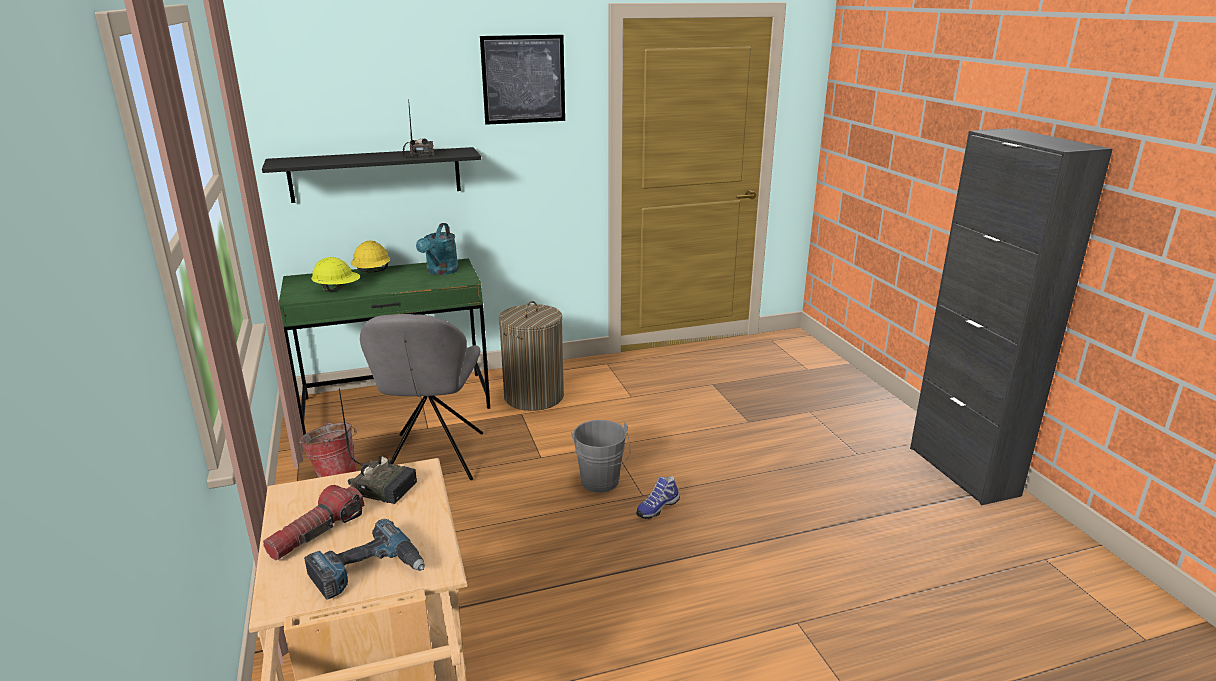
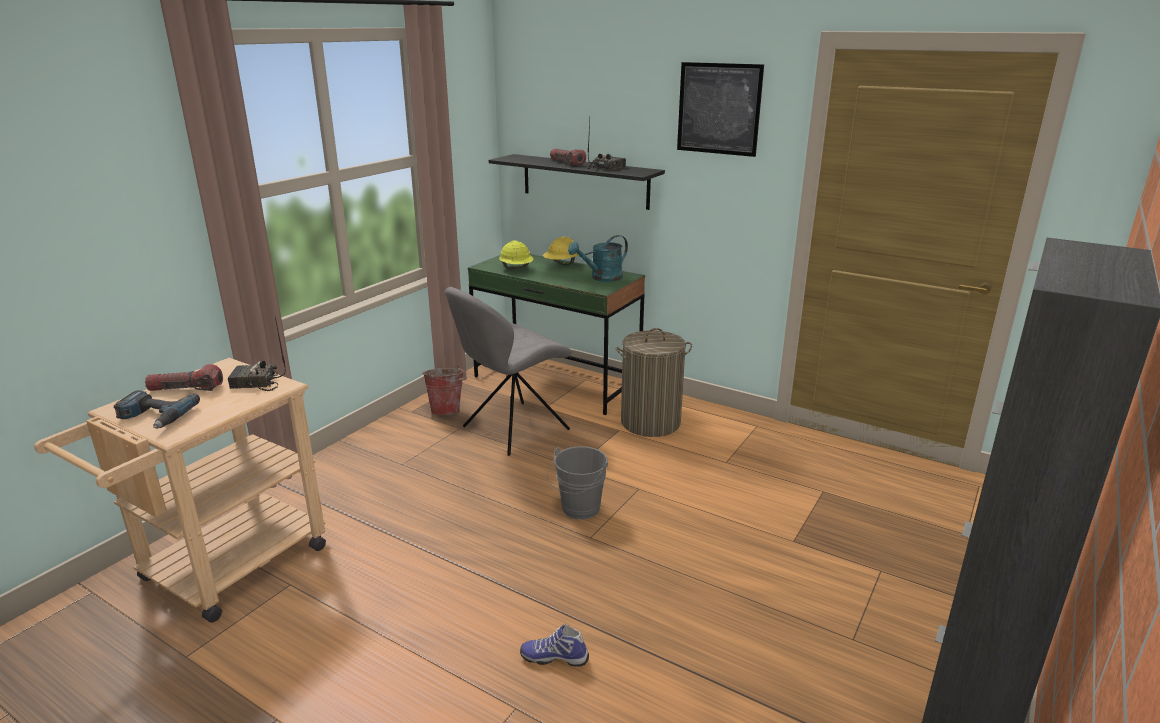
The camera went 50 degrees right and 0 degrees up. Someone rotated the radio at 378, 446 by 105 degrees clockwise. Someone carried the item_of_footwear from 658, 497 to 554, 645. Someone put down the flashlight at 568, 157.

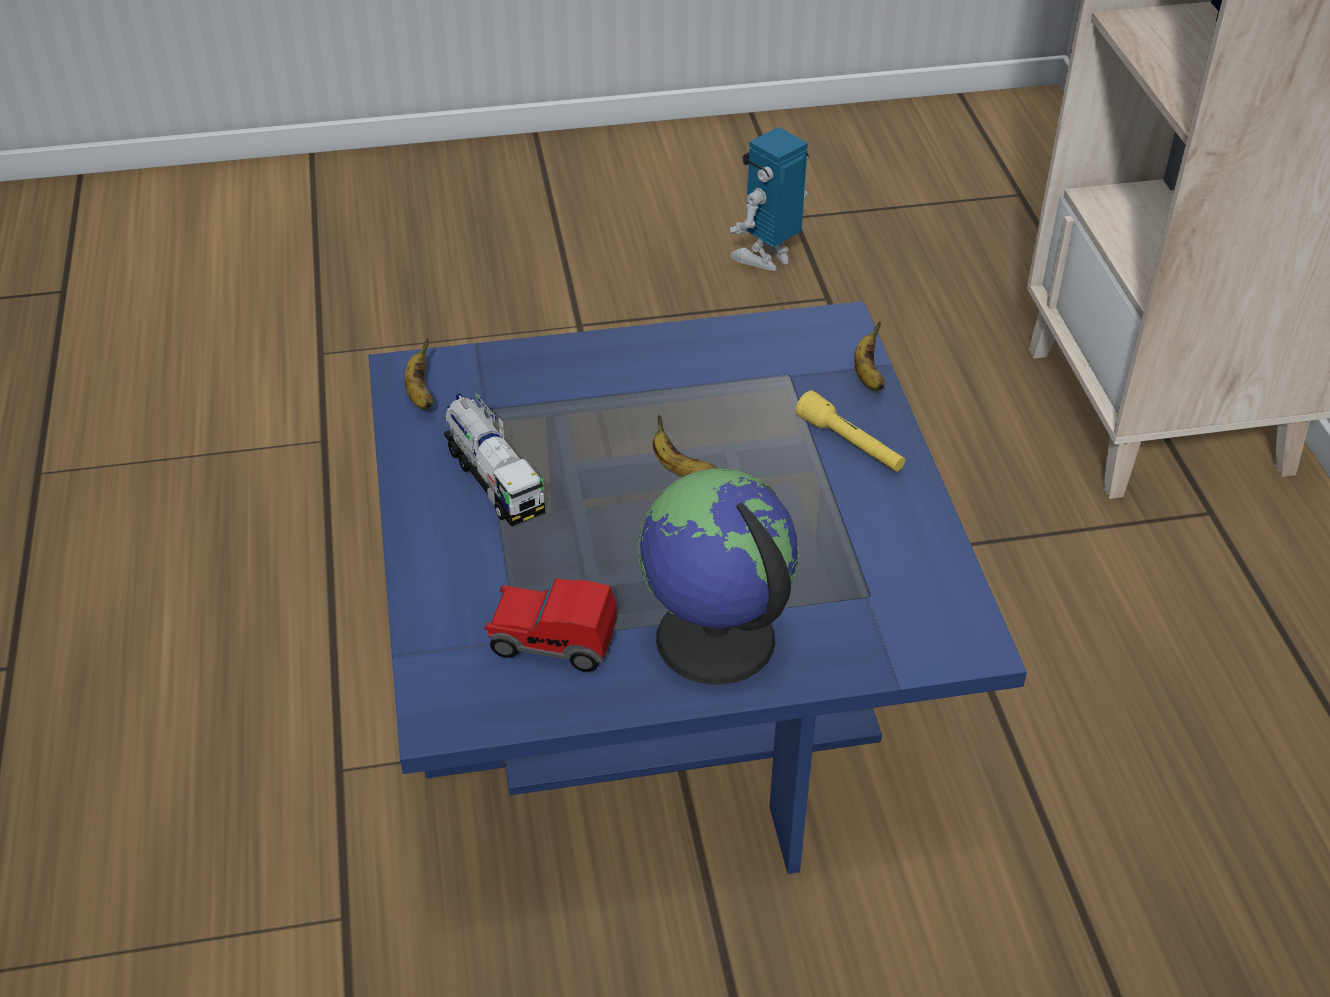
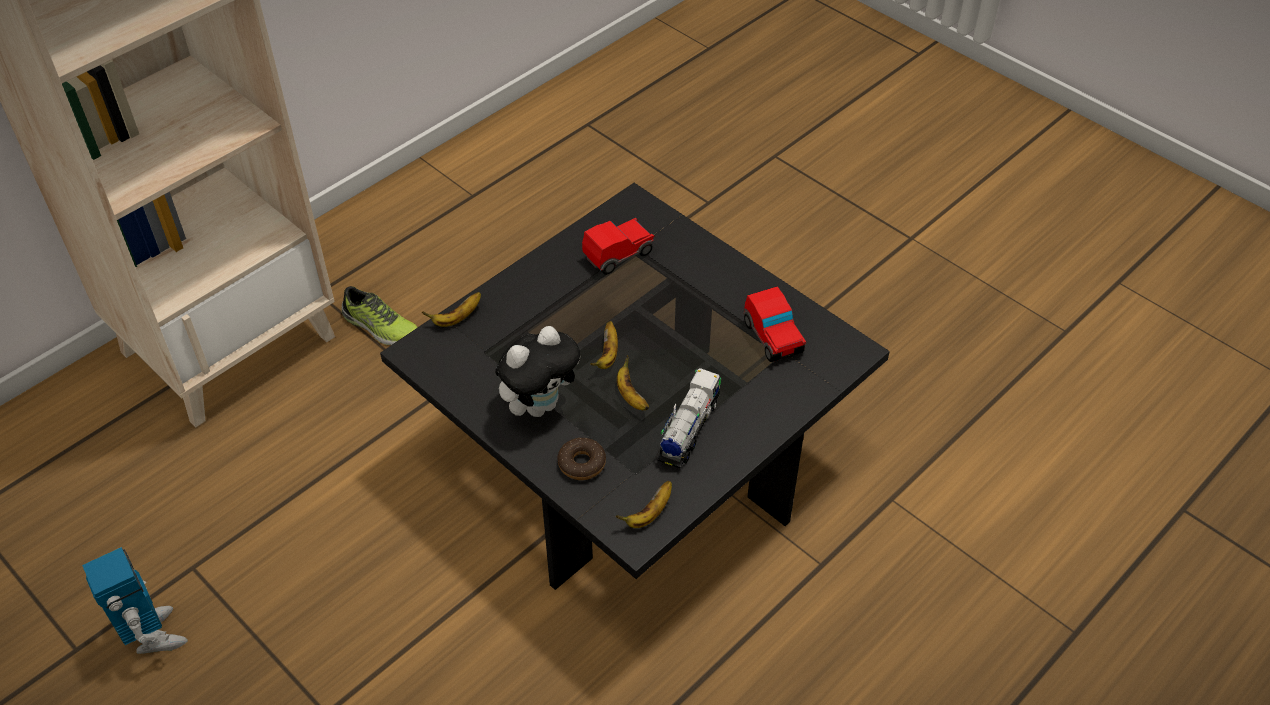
The camera went 125 degrees left and 5 degrees up. Someone rotated the model_robot at 769, 199 by 135 degrees counterclockwise. Someone repainted the bluish_lounge_table at 697, 587, which became the black_lounge_table at 635, 386. Someone took away the yellow-coloured_flashlight at 850, 431. Someone took away the world_globe at 718, 576. Someone put down the miniature_car at 618, 246. Someone put down the item_of_footwear at 379, 315. Someone put down the soft_toy at 538, 371. Someone put down the whole_banana at 633, 382. Someone put down the ring_doughnut at 581, 459.

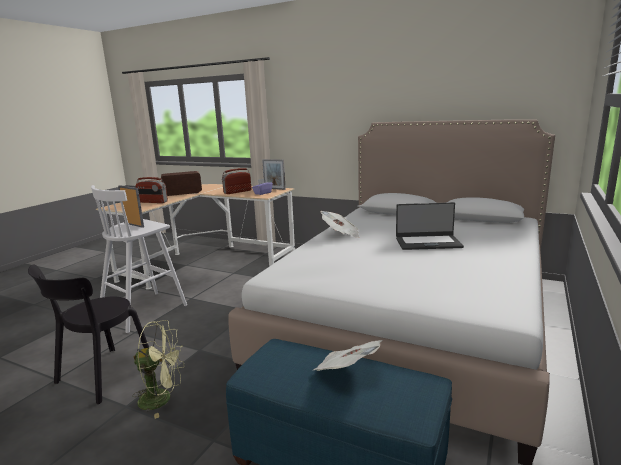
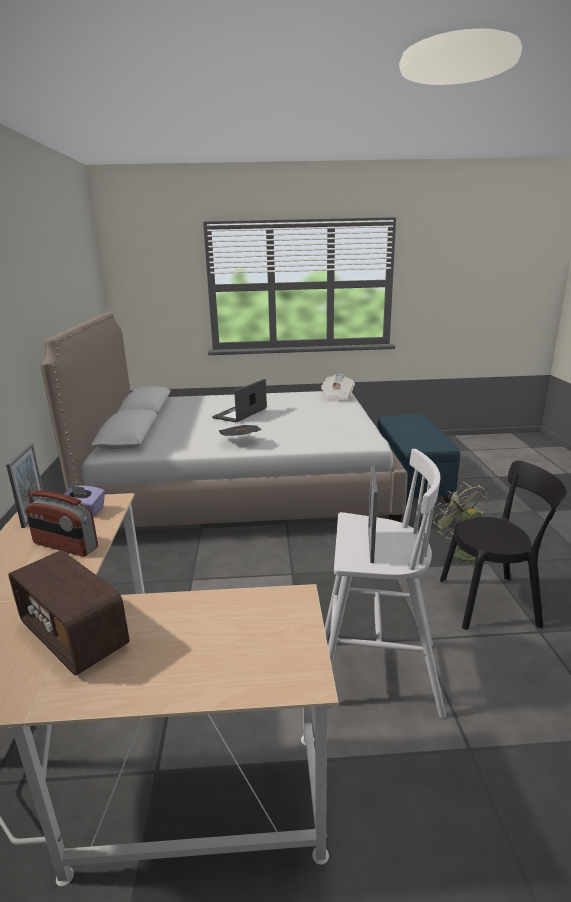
The camera went 120 degrees left and 5 degrees up. Someone took away the radio at 151, 190. Someone rotated the laptop at 430, 226 by 120 degrees counterclockwise. Someone carried the newspaper from 348, 355 to 338, 388.

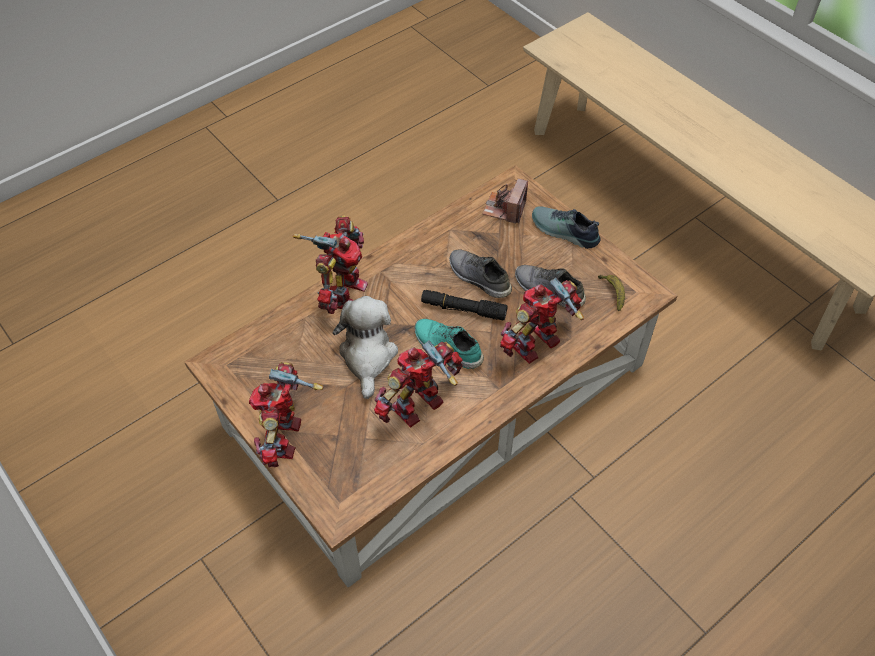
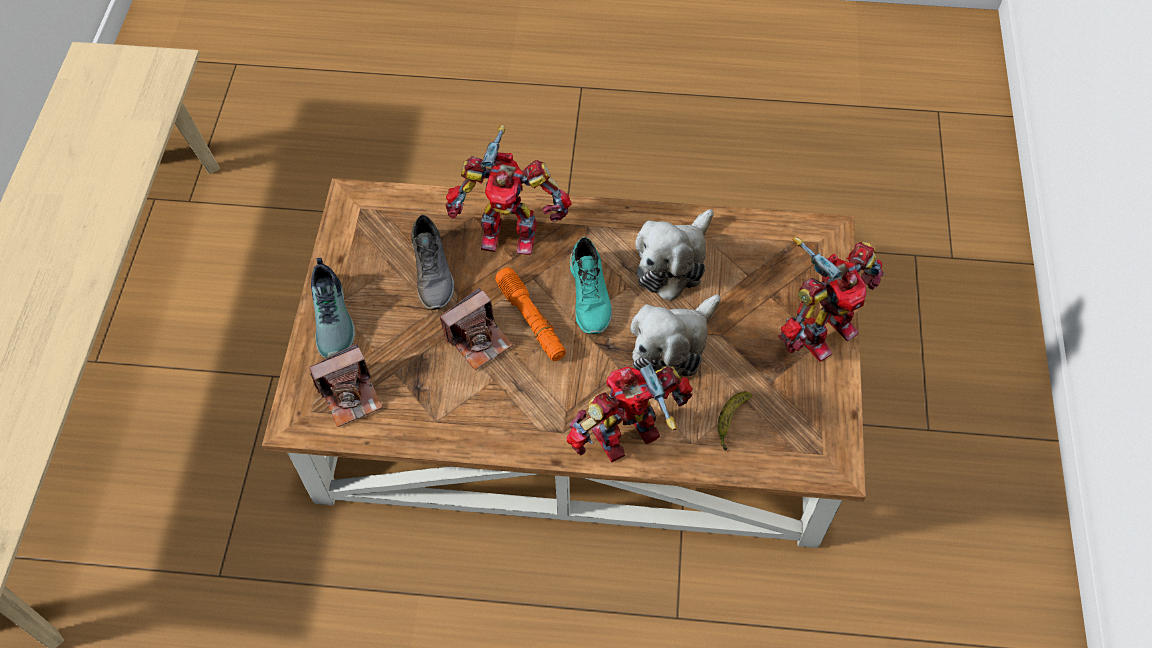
The camera went 135 degrees left and 5 degrees up. Someone swapped the grey_item_of_footwear at 480, 274 for the photo_camera at 476, 329. Someone carried the whole_banana from 611, 293 to 734, 421. Someone repainted the black_flashlight at 464, 305, which became the orange_flashlight at 530, 314. Someone swapped the model_robot at 418, 384 for the soft_toy at 674, 255.

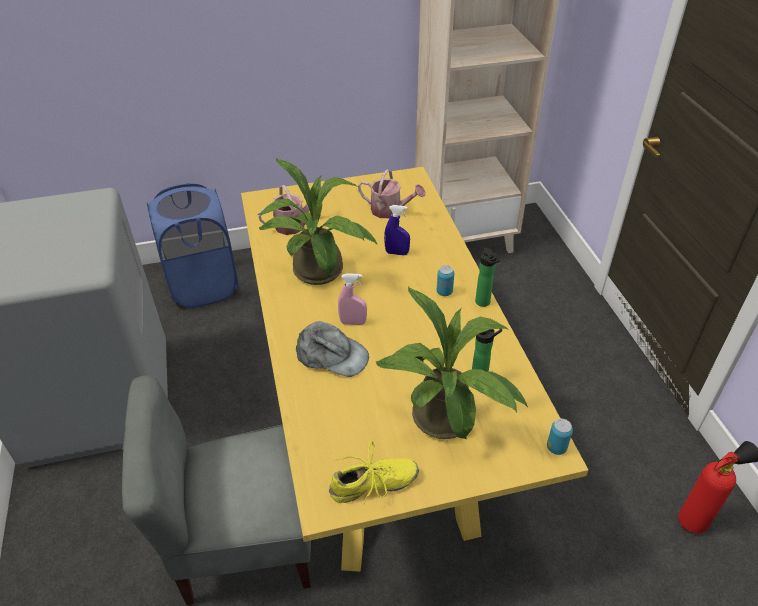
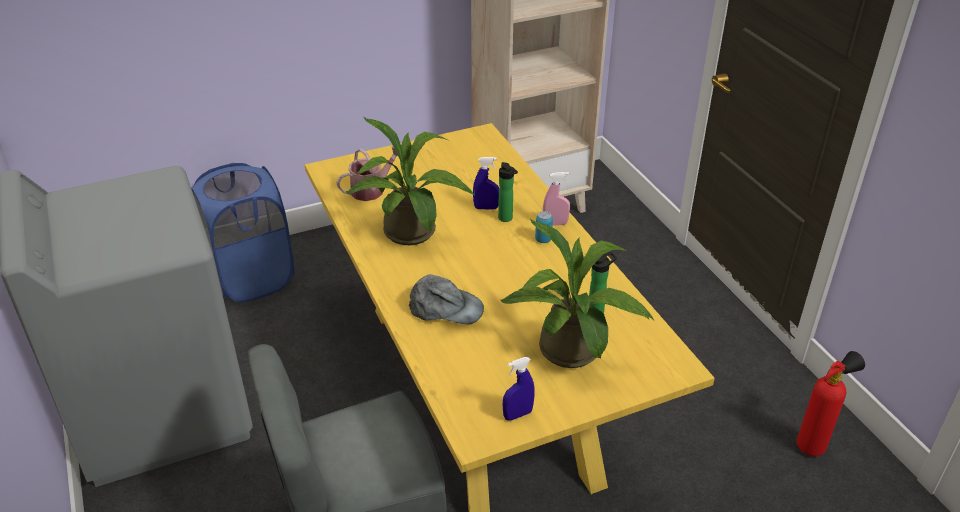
The camera went 10 degrees left and 5 degrees down. Someone took away the watering_can at 391, 193. Someone carried the beverage_bottle from 487, 277 to 508, 192. Someone carried the pink-coloured_spray_bottle from 352, 299 to 556, 199. Someone took away the sealed_can at 560, 437. Someone swapped the yellow-coloured_item_of_footwear at 374, 472 for the bluish_spray_bottle at 519, 389.

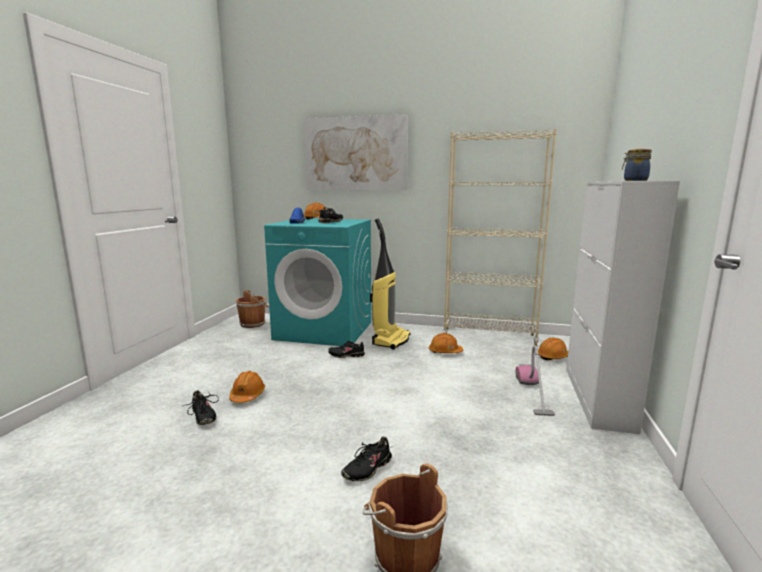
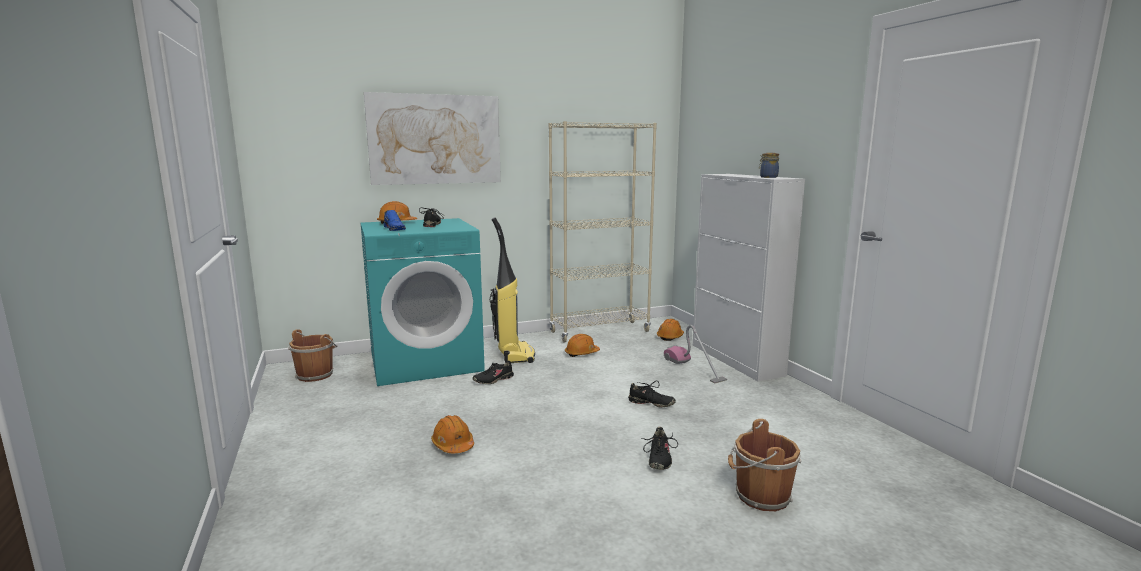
The camera went 35 degrees left and 0 degrees up. Someone carried the black_item_of_footwear from 201, 407 to 652, 394.

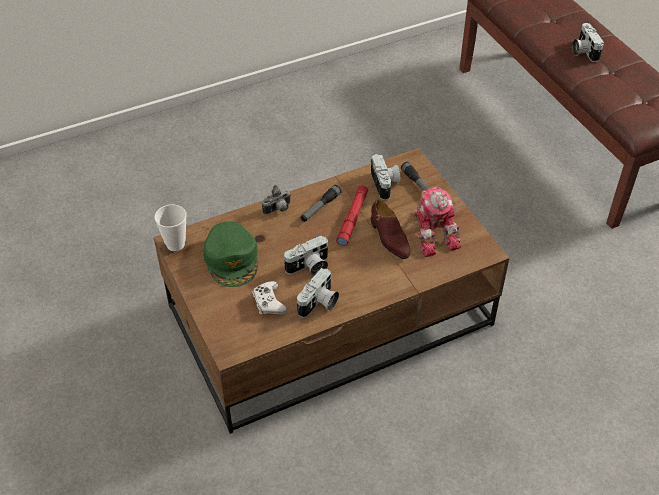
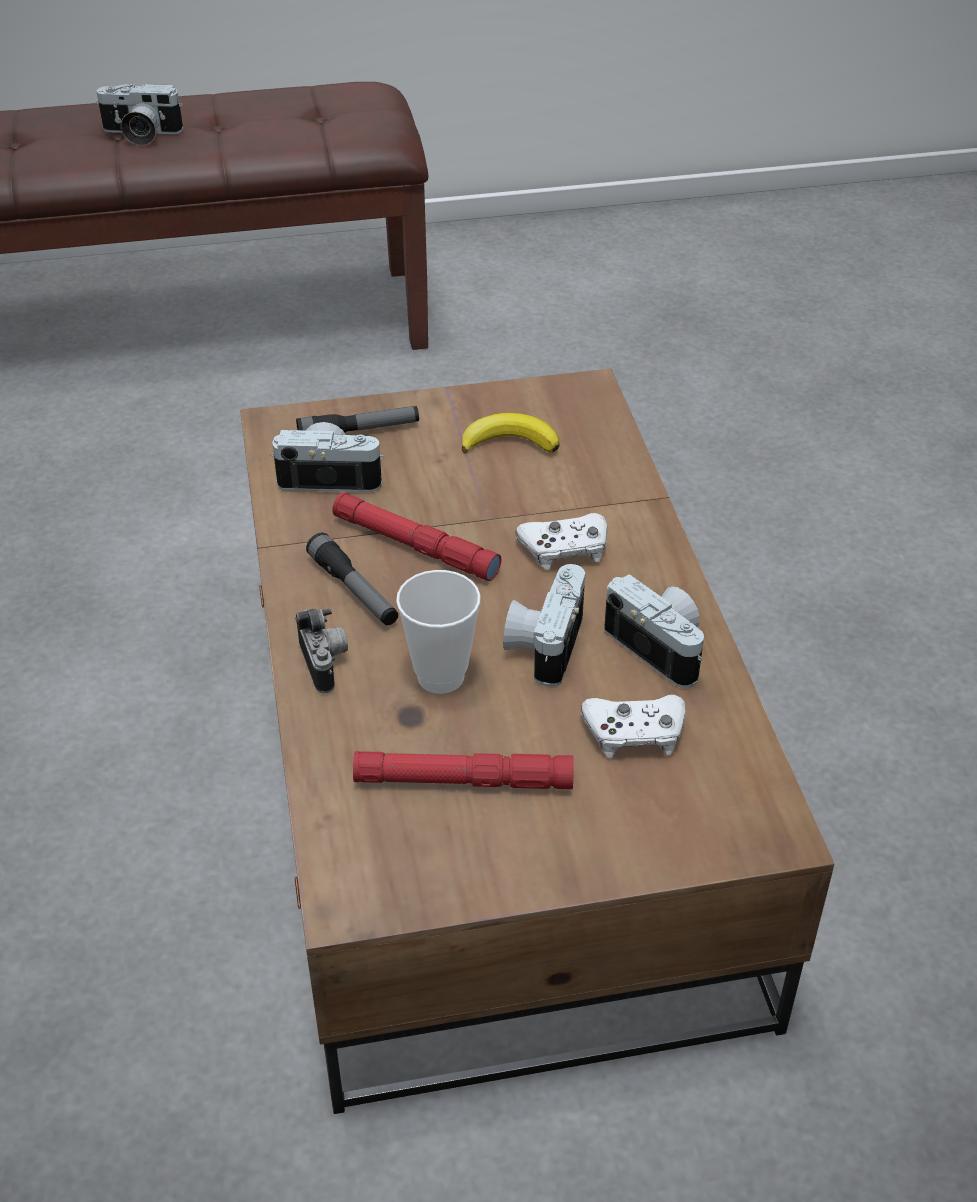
The camera went 75 degrees left and 5 degrees down. Someone swapped the model_robot at 437, 222 for the whole_banana at 511, 433. Someone took away the brown_item_of_footwear at 390, 229. Someone carried the cup from 170, 227 to 438, 632. Someone swapped the green_cap at 230, 254 for the reddish_flashlight at 463, 770. Someone rotated the photo_camera at 306, 255 by 150 degrees counterclockwise. Someone put down the whitish_gamepad at 562, 541.

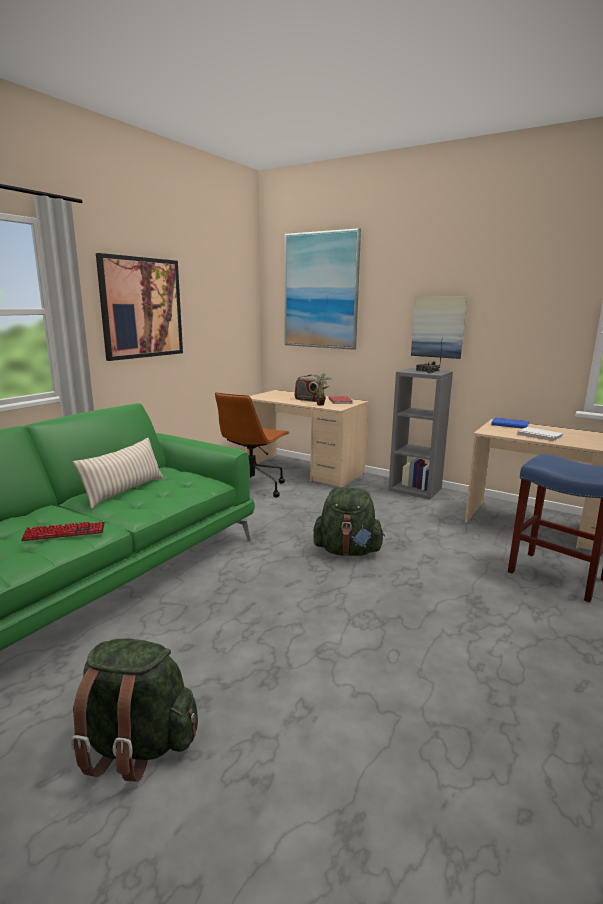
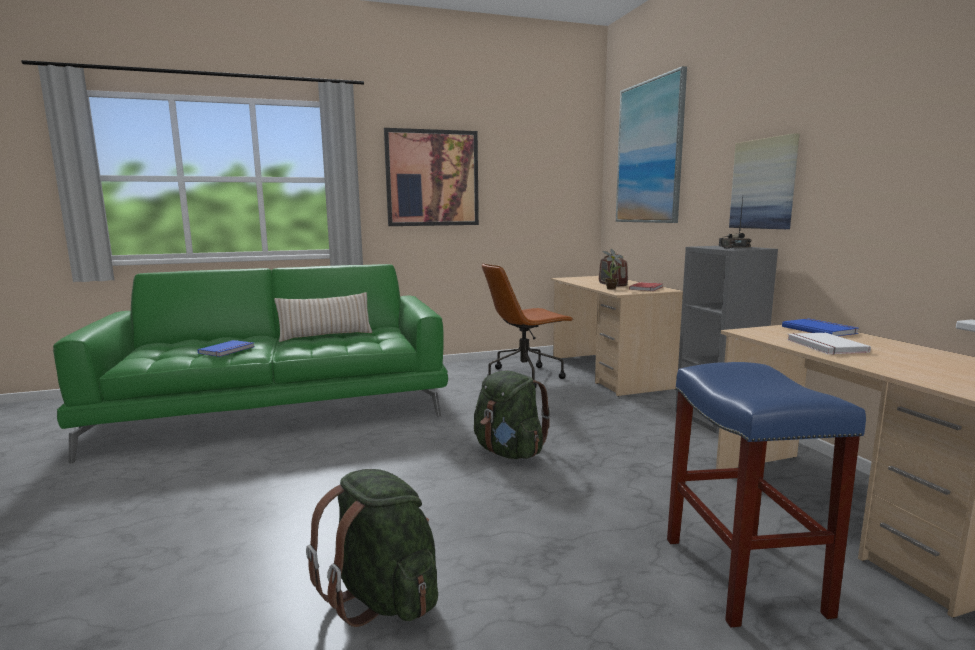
The camera went 40 degrees right and 5 degrees down. Someone swapped the keyboard at 63, 531 for the bluish_bound_book at 226, 348. Someone carried the green_backpack from 134, 710 to 372, 548.

